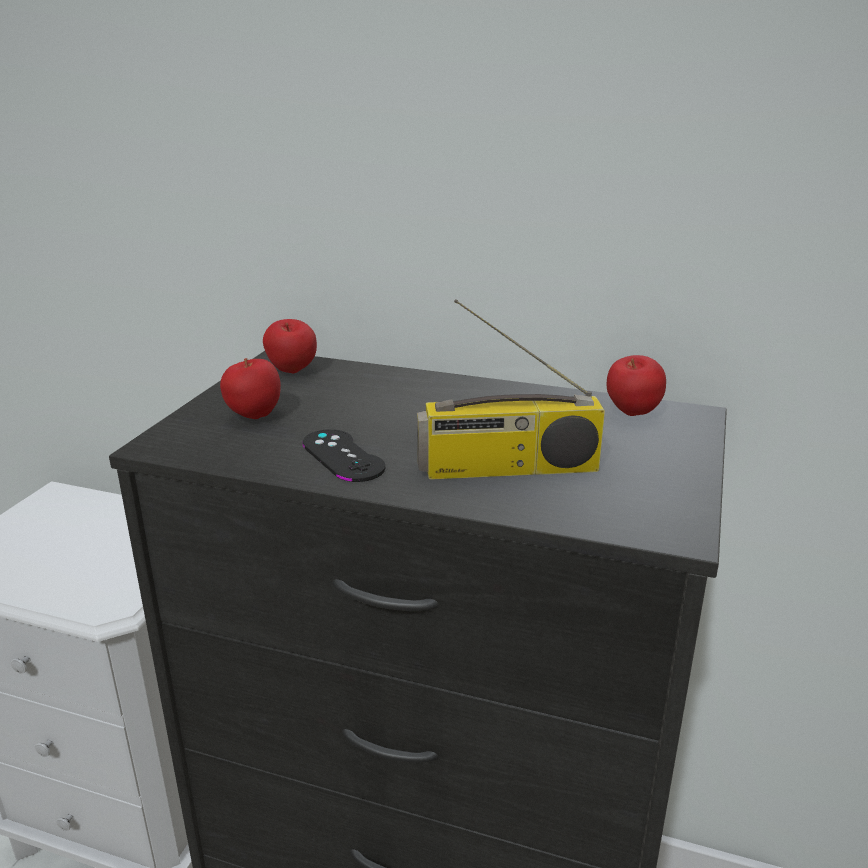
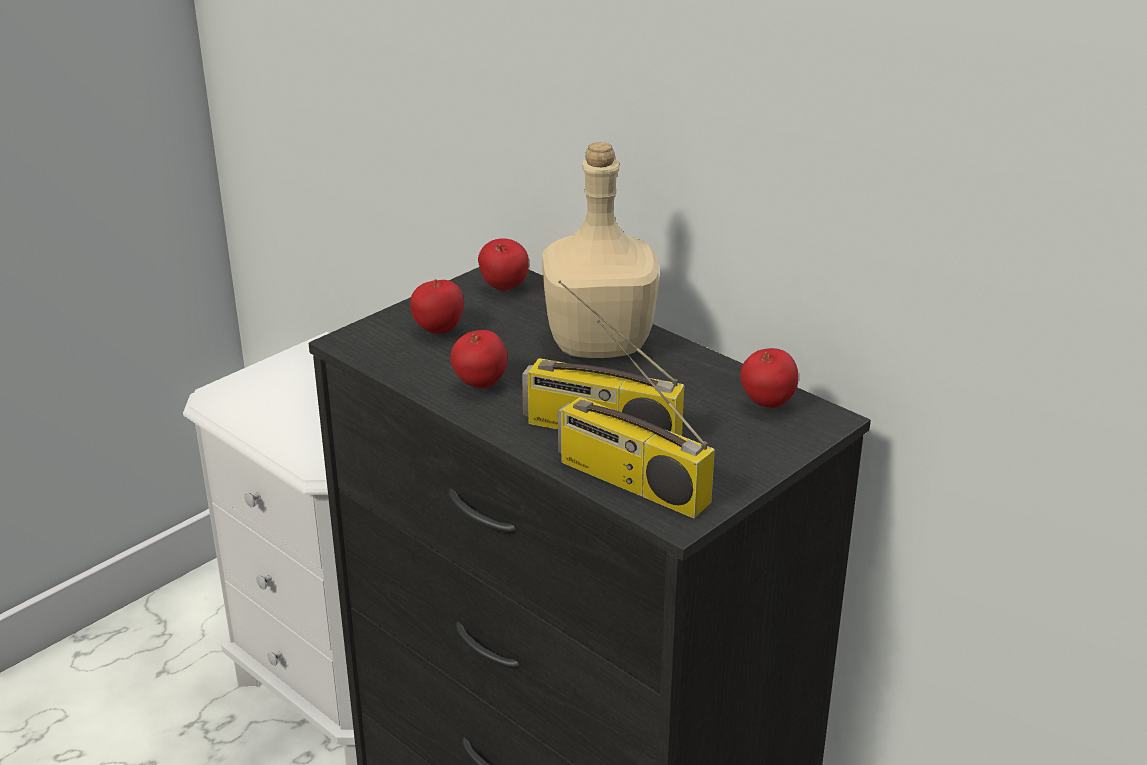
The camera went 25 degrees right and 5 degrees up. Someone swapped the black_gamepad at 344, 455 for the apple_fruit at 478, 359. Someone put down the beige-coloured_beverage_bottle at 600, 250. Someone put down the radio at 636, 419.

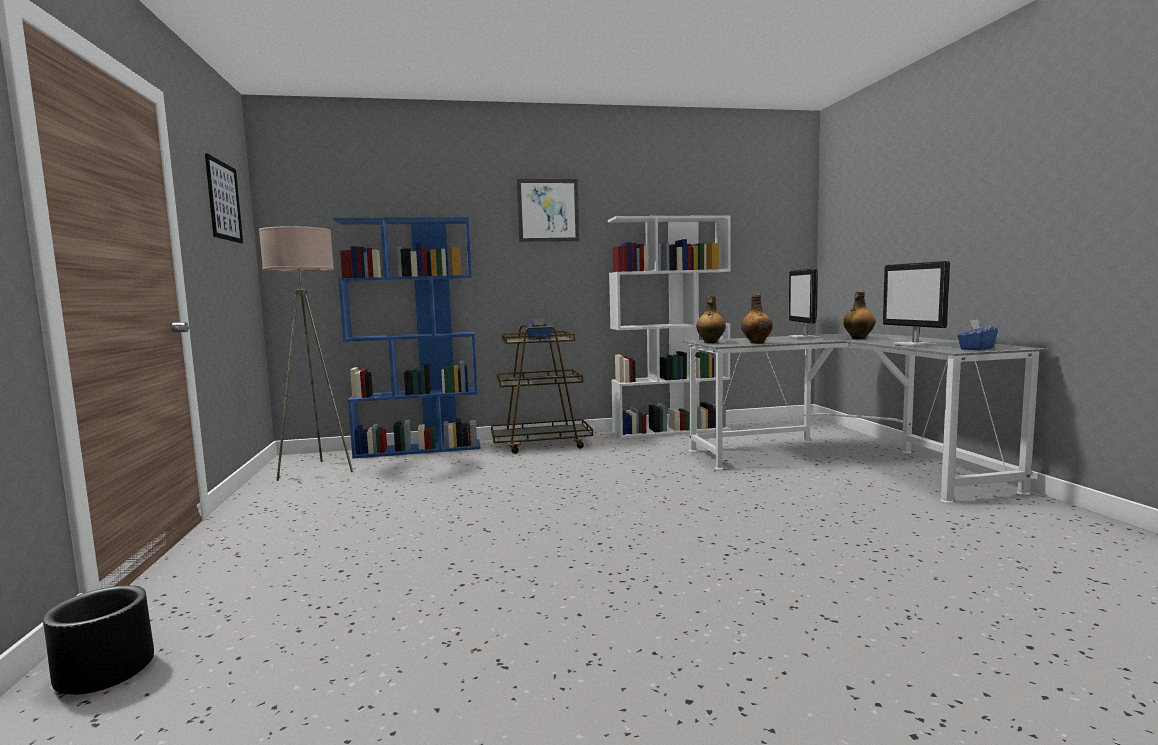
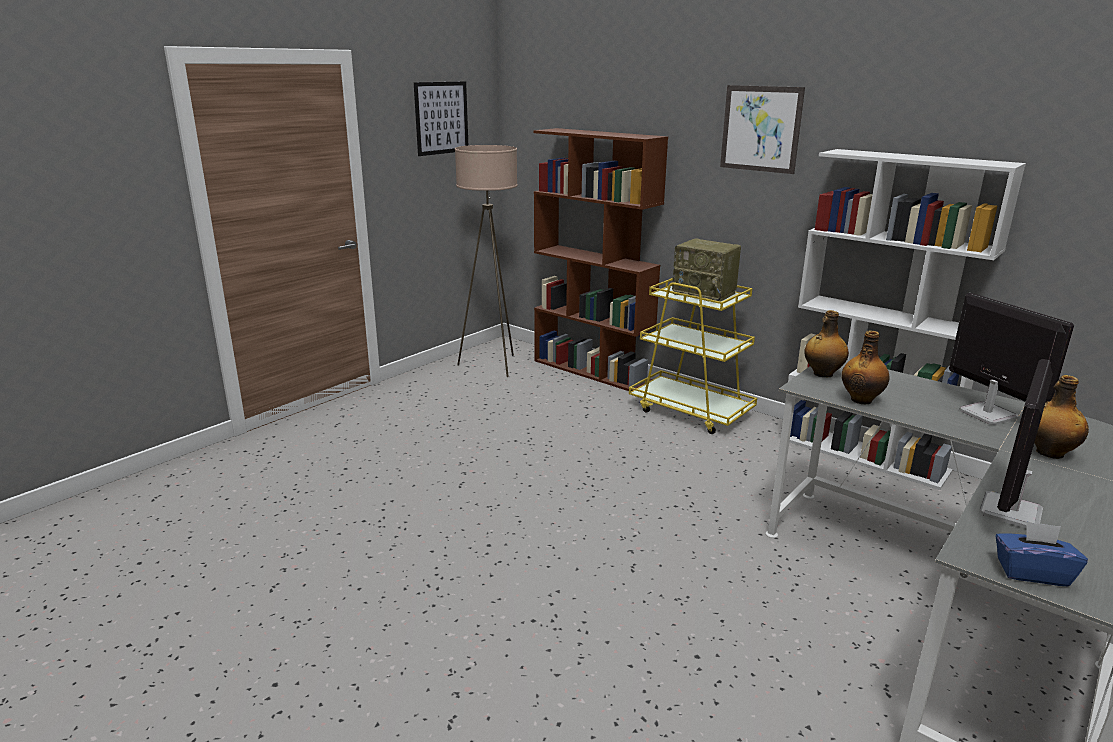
The camera went 50 degrees right and 15 degrees up. Someone repainted the bluish_bookshelf at 407, 338, which became the brown_bookshelf at 601, 259. Someone rotated the computer_screen at 804, 304 by 105 degrees clockwise. Someone swapped the bluish_tissue_box at 539, 329 for the radio at 706, 270. Someone repainted the brown_trolley at 542, 389, which became the yellow-coloured_trolley at 693, 356. Someone took away the black_plant_pot at 98, 640.

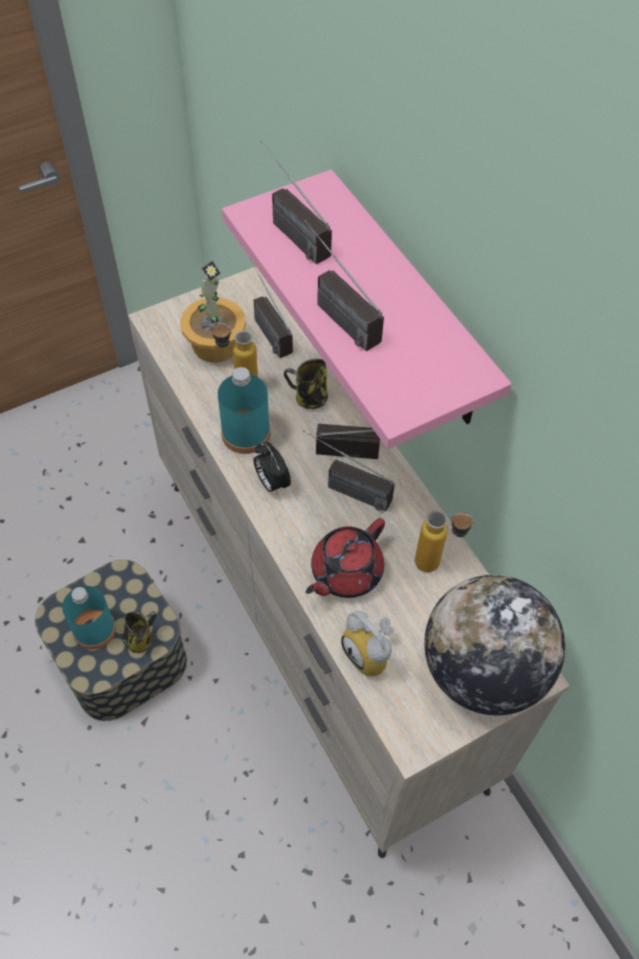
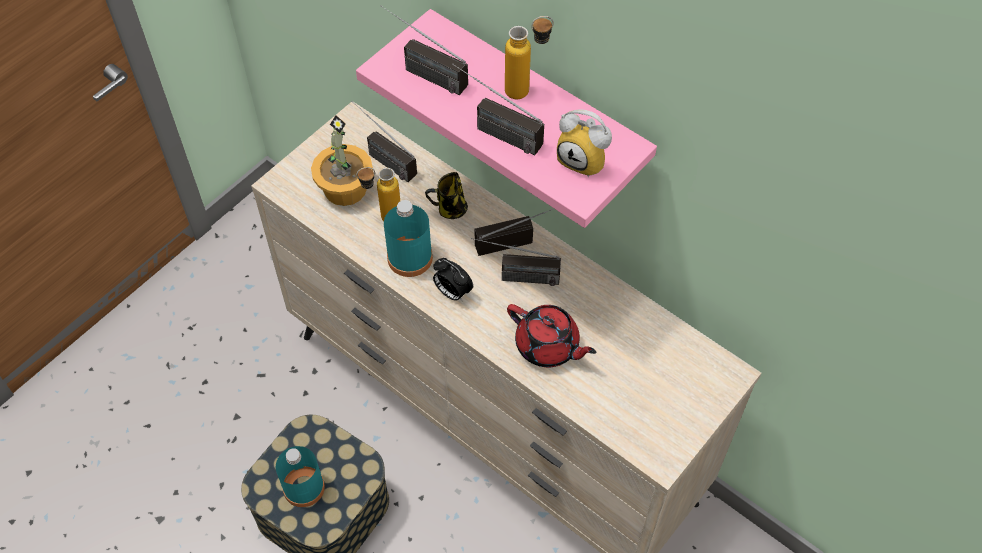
The camera went 20 degrees left and 0 degrees up. Someone carried the beverage_bottle from 445, 541 to 529, 57. Someone rotated the reddish_tea_pot at 345, 558 by 75 degrees counterclockwise. Someone took away the world_globe at 494, 645. Someone took away the mug at 140, 632. Someone carried the table_clock from 367, 643 to 584, 143.

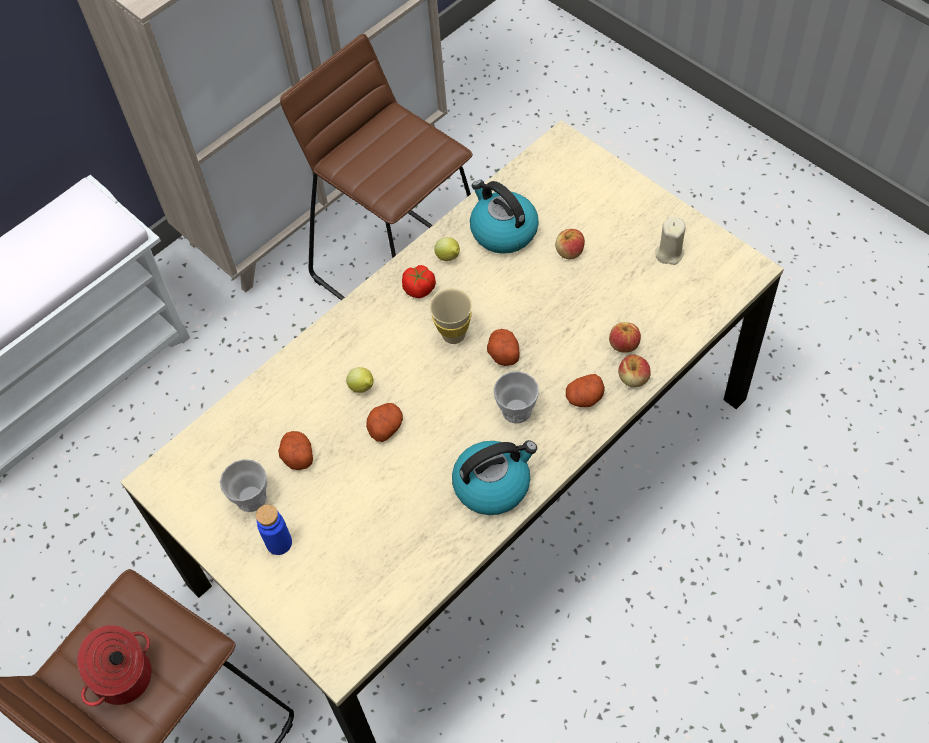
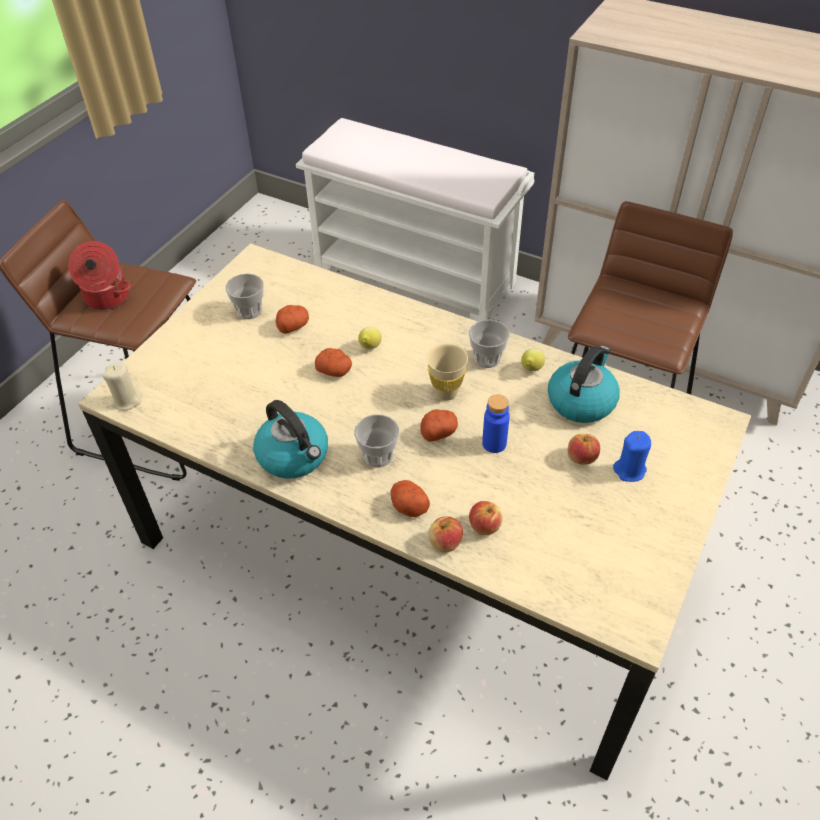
The camera went 70 degrees right and 10 degrees down. Someone carried the beige-coloured_wax_candle from 670, 241 to 122, 386. Someone swapped the fresh_tomato at 419, 281 for the cup at 489, 344. Someone carried the bluish_beverage_bottle from 274, 529 to 496, 423. Someone put down the bluish_wax_candle at 632, 456.

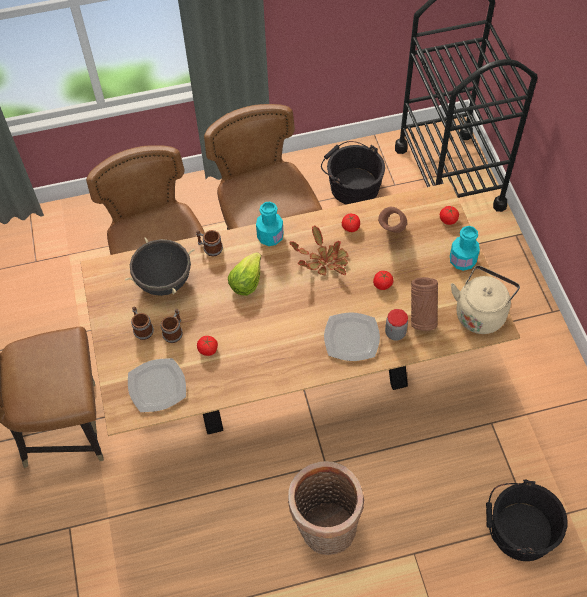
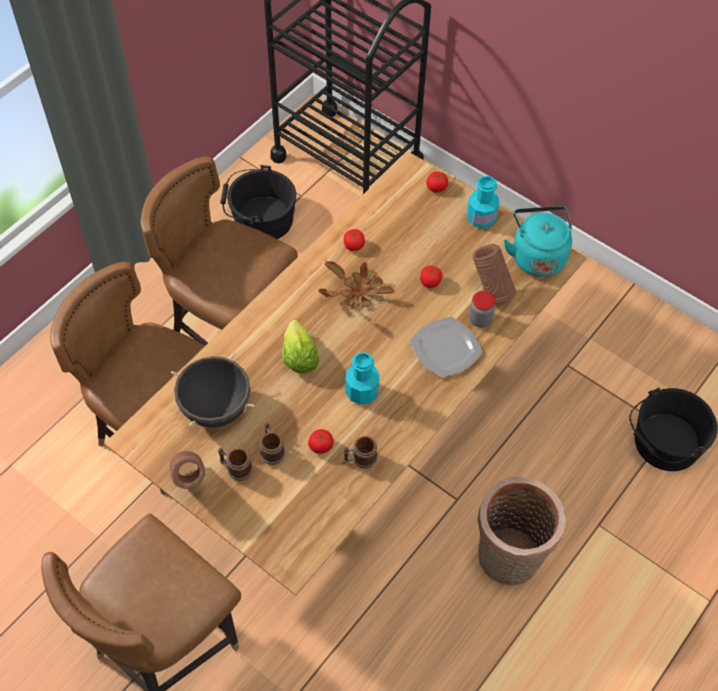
The camera went 40 degrees left and 0 degrees up. Someone carried the turquoise_beverage_bottle from 269, 223 to 362, 378. Someone carried the brown_flower_vase from 392, 220 to 187, 470. Someone carried the mug from 209, 243 to 360, 452. Someone repainted the beige-coloured_tea_kettle at 485, 299, which became the turquoise_tea_kettle at 538, 241. Someone took away the flat_dish at 157, 385.

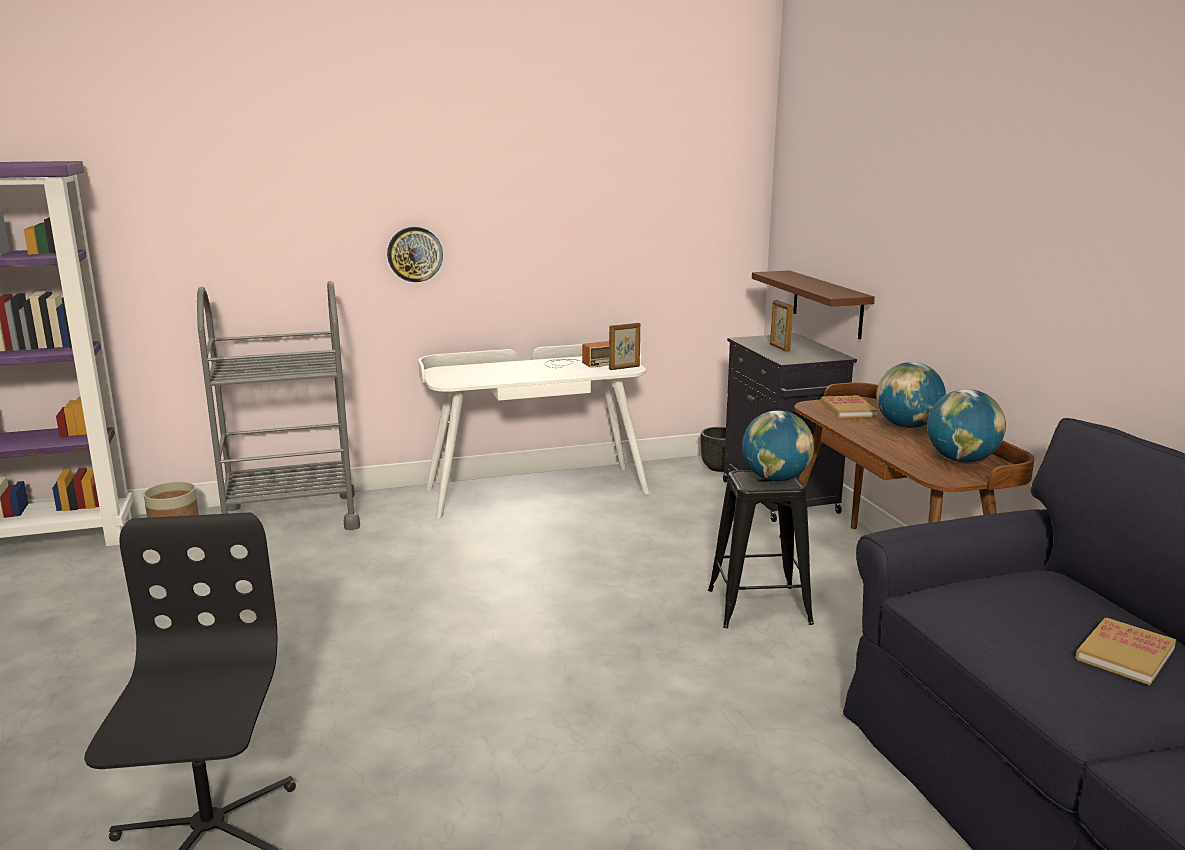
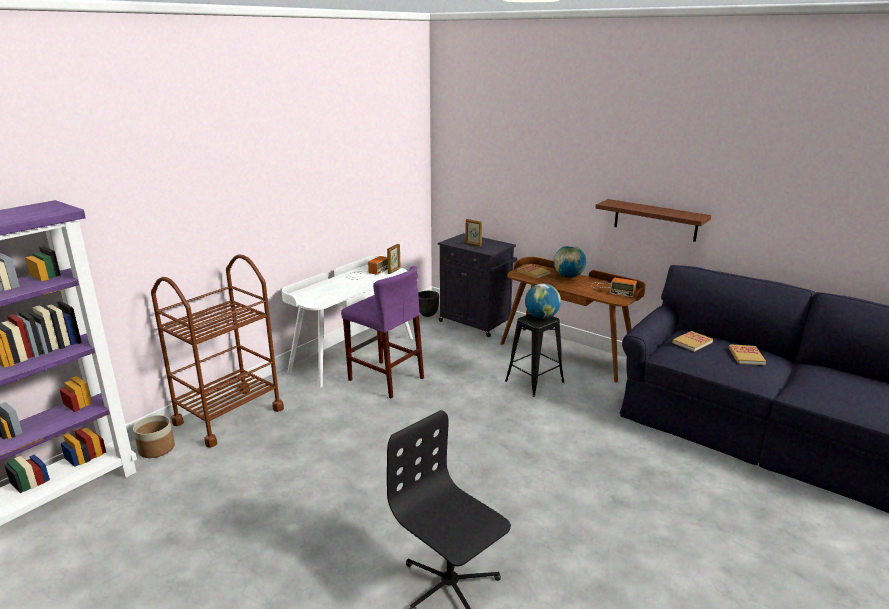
The camera went 35 degrees left and 5 degrees up. Someone took away the hanging_clock at 415, 254. Someone carried the brown_wall_shelf from 813, 304 to 653, 220. Someone repainted the grey_trolley at 278, 405, which became the brown_trolley at 217, 351. Someone swapped the world_globe at 966, 426 for the radio at 614, 287. Someone put down the purplish_stool at 382, 332. Someone put down the bound_book at 692, 341.

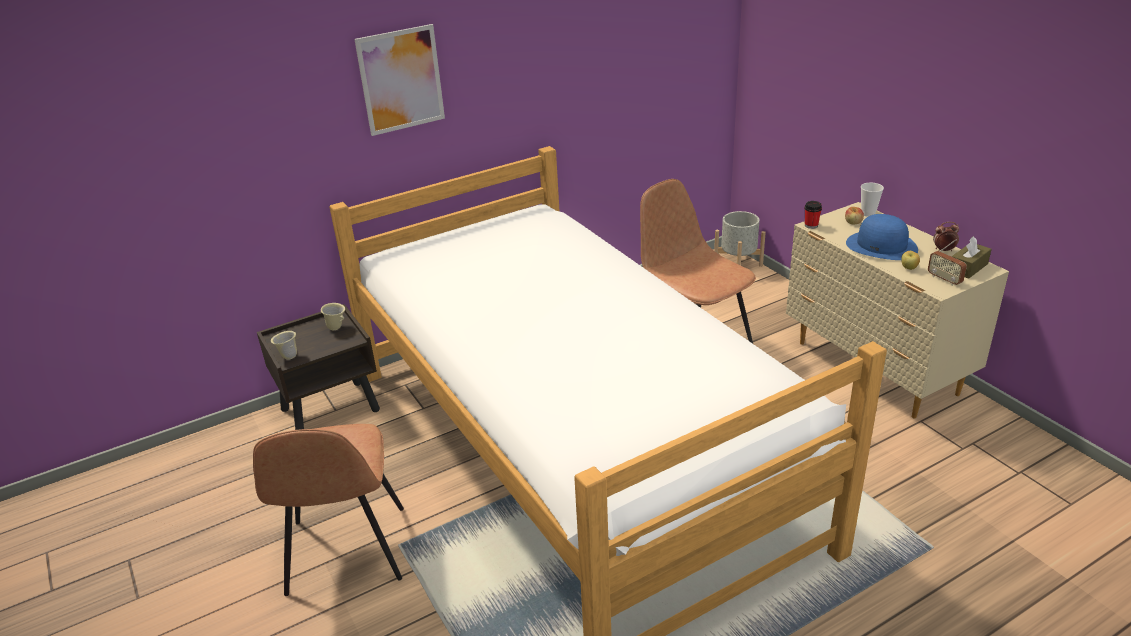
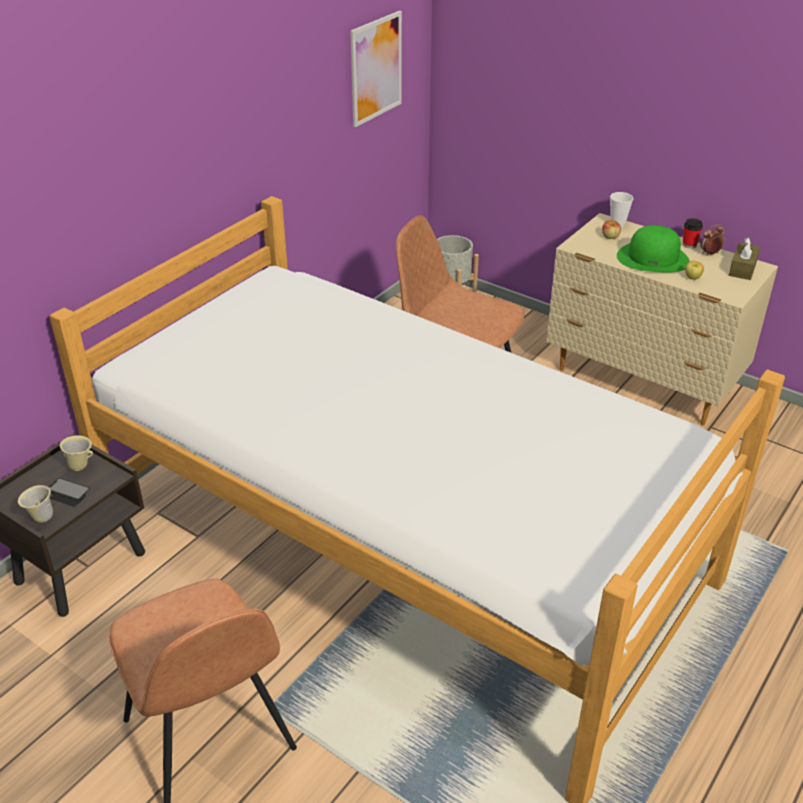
The camera went 25 degrees left and 5 degrees up. Someone carried the wall_picture from 399, 80 to 376, 69. Someone carried the cup from 813, 215 to 693, 233. Someone repainted the bluish_clothing_hat at 882, 237, which became the green_clothing_hat at 653, 249. Someone took away the radio at 947, 262. Someone put down the phone at 69, 492.

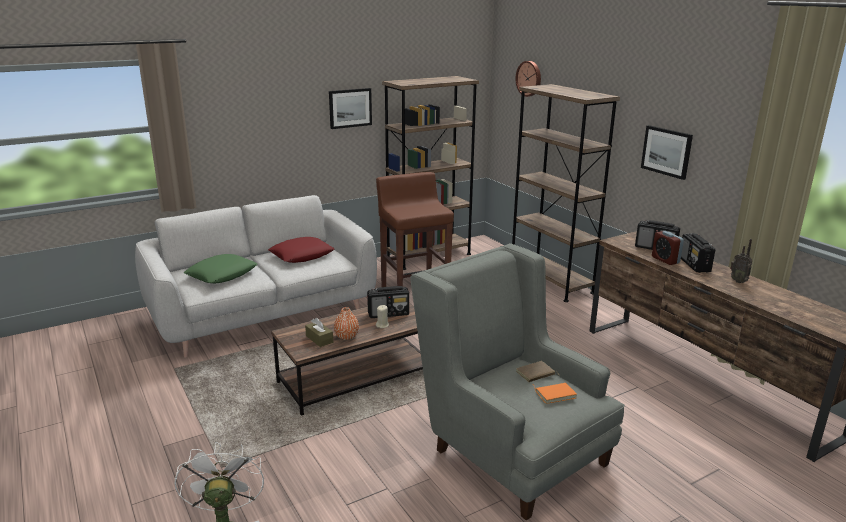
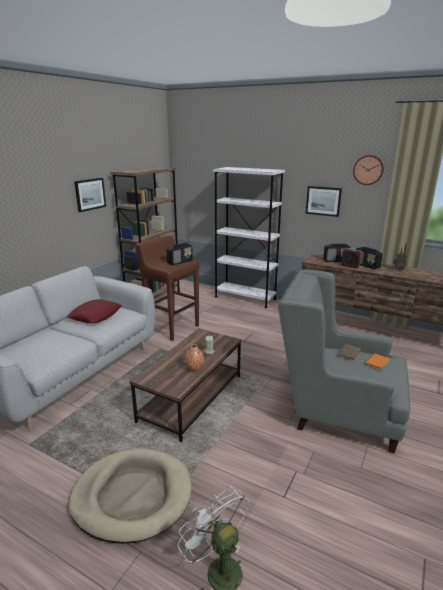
The camera went 30 degrees left and 0 degrees up. Someone carried the hanging_clock from 528, 79 to 368, 170. Someone repainted the brown_bookshelf at 566, 193, which became the whitish_bookshelf at 249, 237. Someone took away the green_cushion at 220, 268. Someone carried the radio from 388, 302 to 179, 254. Someone took away the brown_tissue_box at 319, 332. Someone put down the beige-coloured_dog_cushion at 130, 496.

